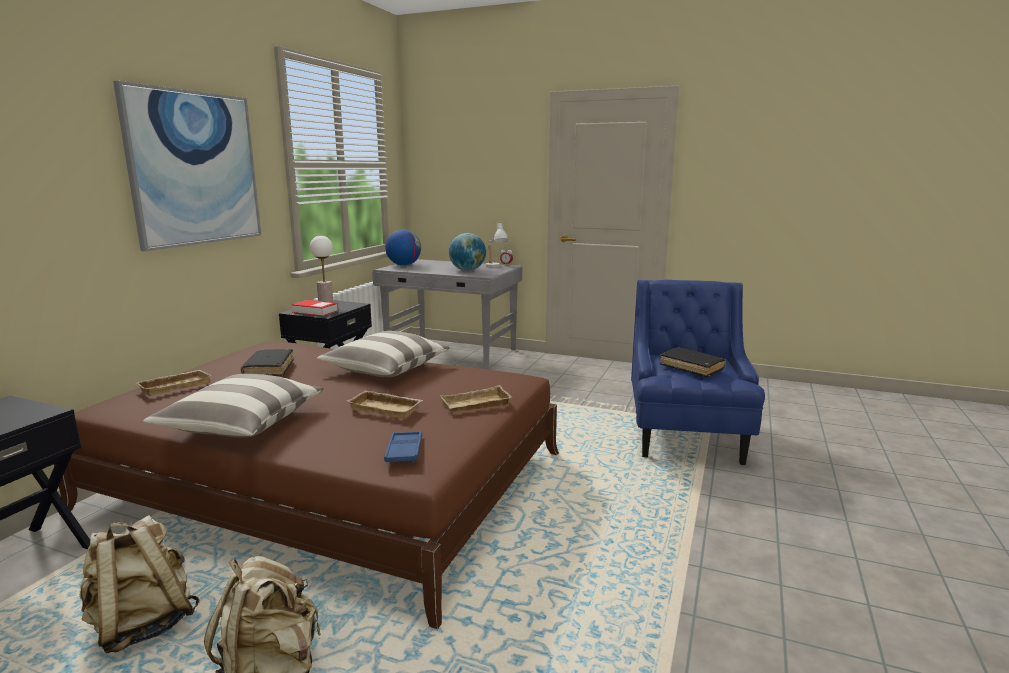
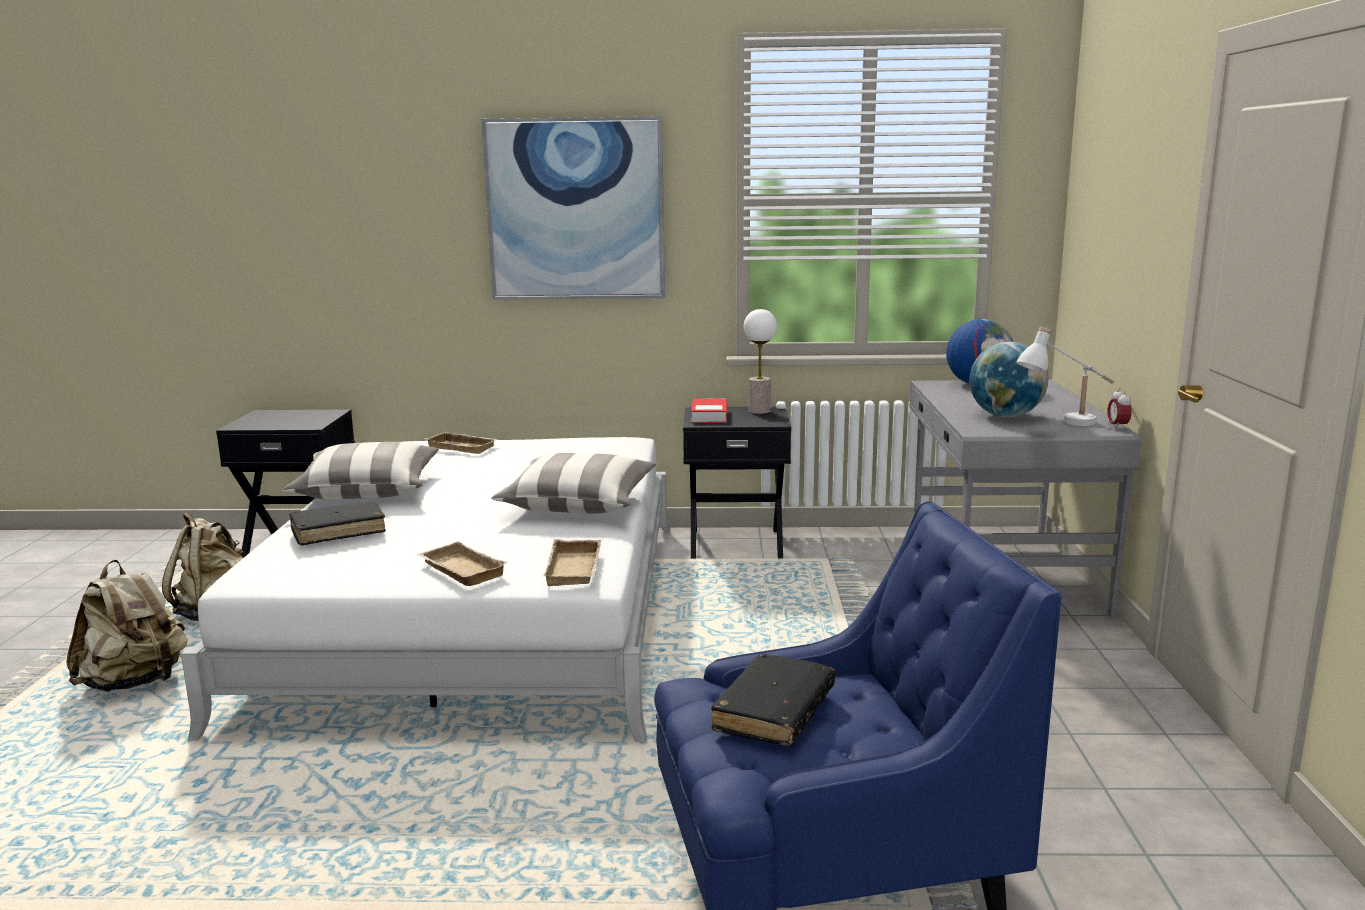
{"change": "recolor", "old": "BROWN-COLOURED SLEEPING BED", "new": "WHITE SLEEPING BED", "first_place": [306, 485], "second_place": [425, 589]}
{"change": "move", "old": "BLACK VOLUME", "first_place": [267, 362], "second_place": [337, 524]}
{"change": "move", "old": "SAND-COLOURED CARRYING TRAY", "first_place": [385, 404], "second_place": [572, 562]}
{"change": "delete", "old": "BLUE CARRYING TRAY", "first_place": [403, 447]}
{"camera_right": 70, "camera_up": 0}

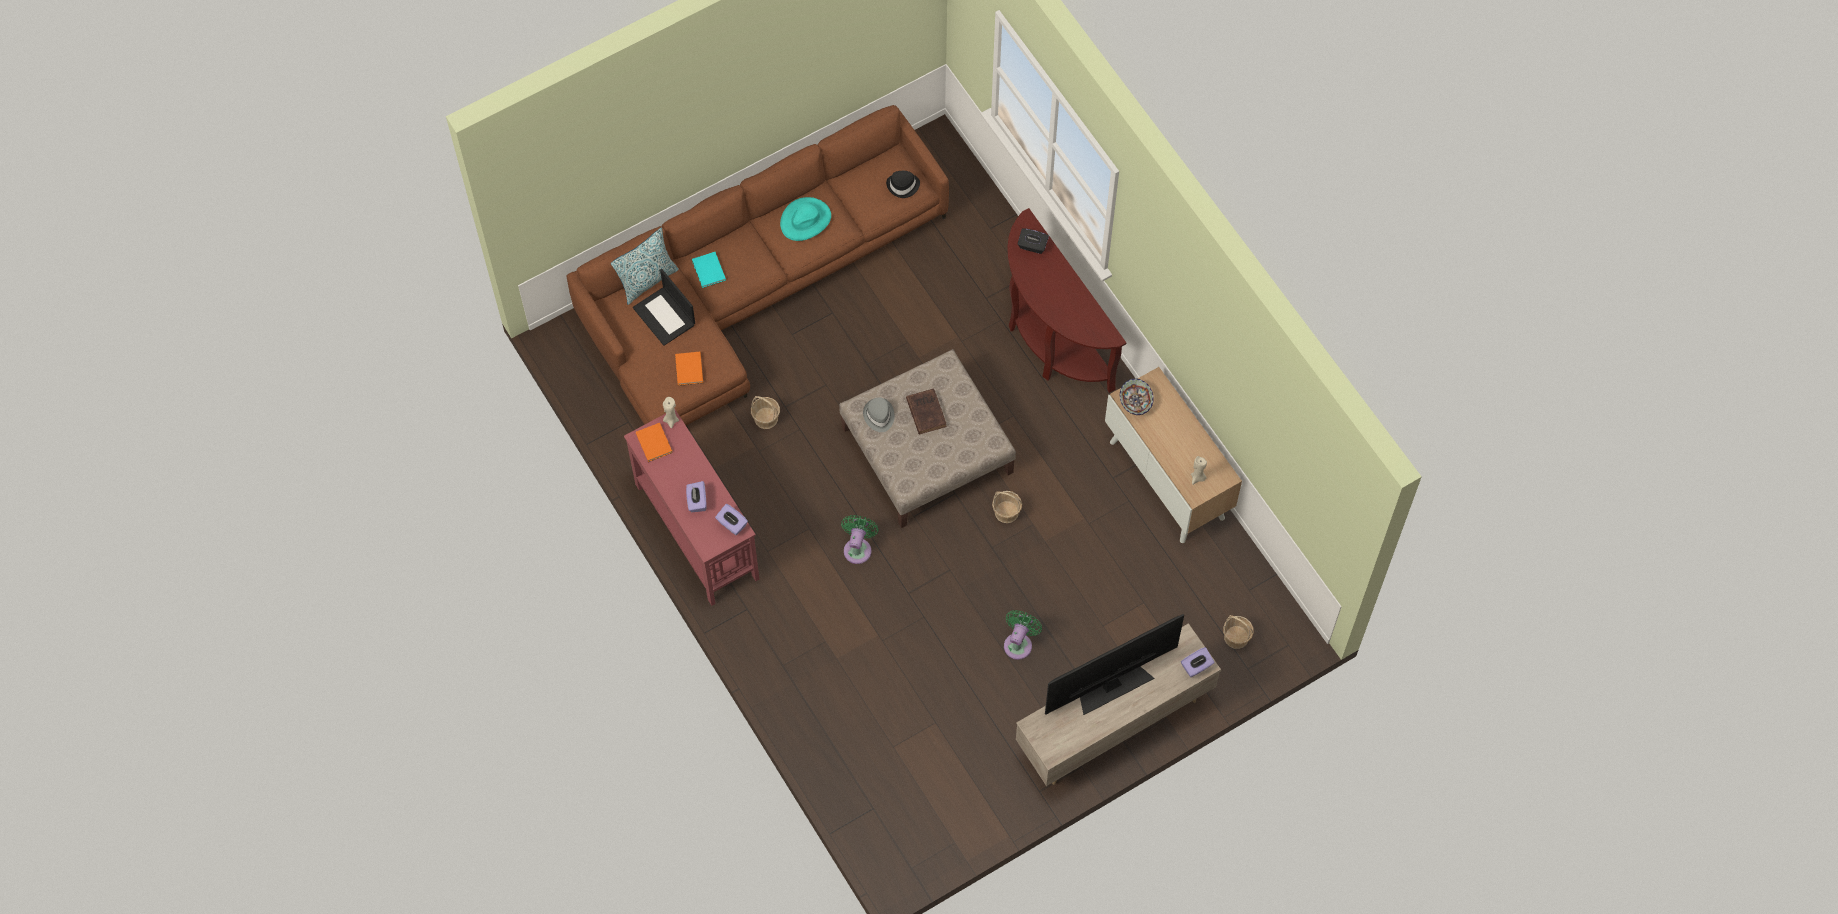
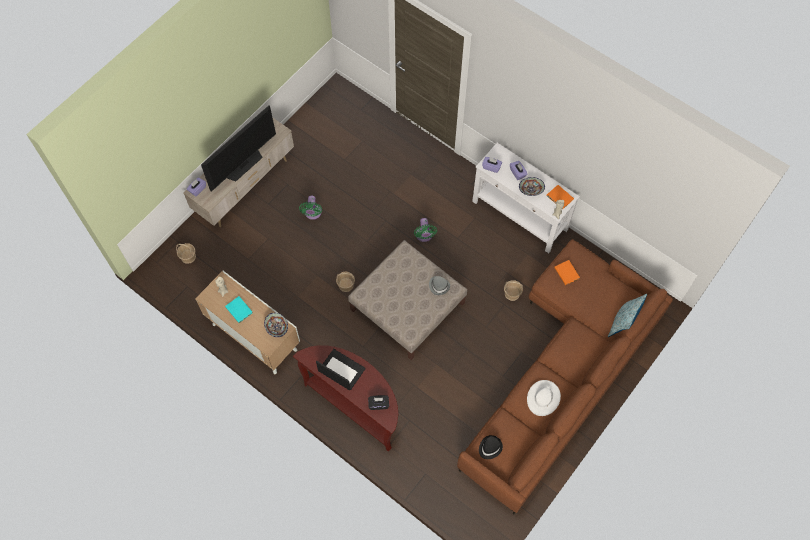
{"change": "recolor", "old": "TURQUOISE-COLOURED WEARABLE HAT", "new": "WHITE WEARABLE HAT", "first_place": [805, 219], "second_place": [544, 398]}
{"change": "move", "old": "TURQUOISE-COLOURED VOLUME", "first_place": [709, 270], "second_place": [239, 309]}
{"change": "move", "old": "PORTABLE COMPUTER", "first_place": [664, 307], "second_place": [341, 369]}
{"change": "delete", "old": "BROWN-COLOURED VOLUME", "first_place": [926, 412]}
{"change": "recolor", "old": "RED-COLOURED HALL TABLE", "new": "WHITE HALL TABLE", "first_place": [691, 508], "second_place": [526, 198]}
{"change": "insert", "new": "BOWL", "second_place": [532, 186]}
{"camera_right": 160, "camera_up": 0}

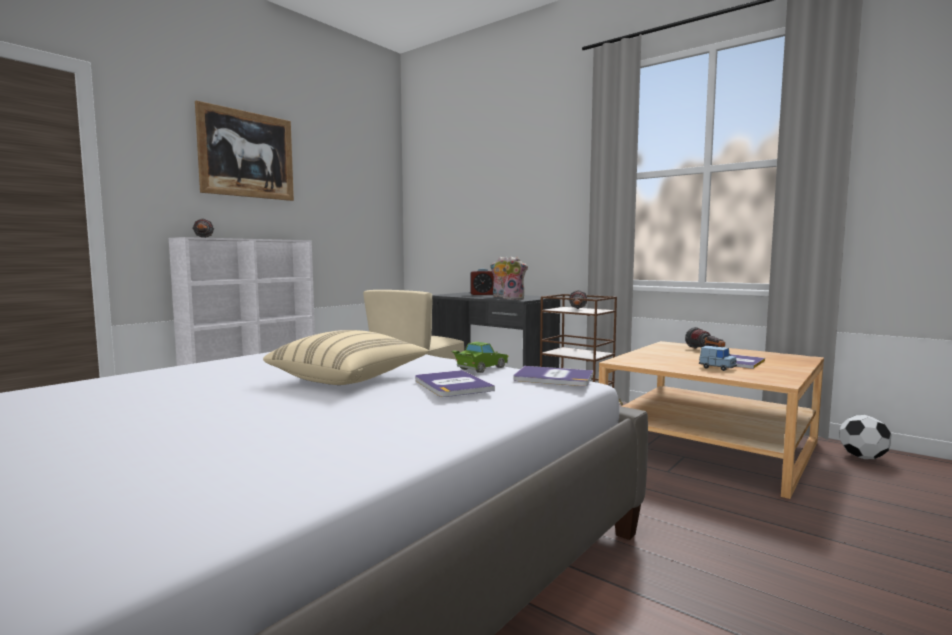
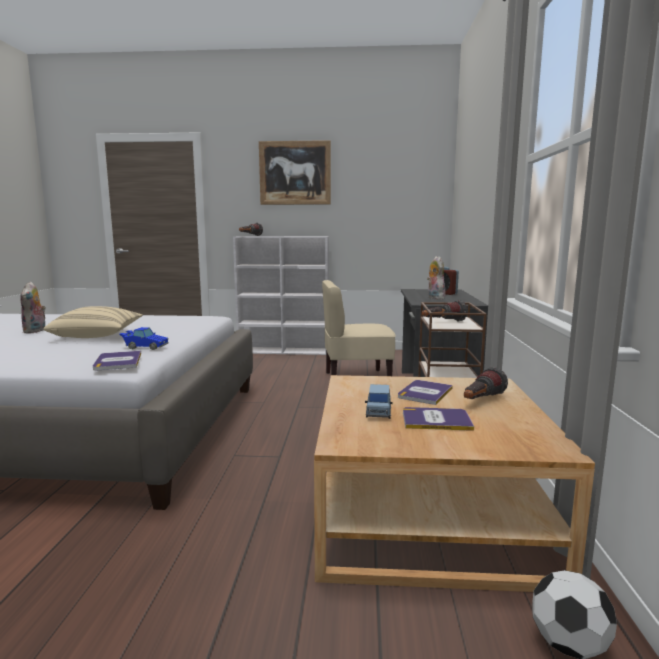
{"change": "move", "old": "CUDDLY TOY", "first_place": [515, 278], "second_place": [33, 307]}
{"change": "recolor", "old": "GREENISH MODEL CAR", "new": "BLUE MODEL CAR", "first_place": [480, 357], "second_place": [144, 338]}
{"change": "move", "old": "VOLUME", "first_place": [455, 383], "second_place": [425, 392]}
{"camera_right": 55, "camera_up": 5}

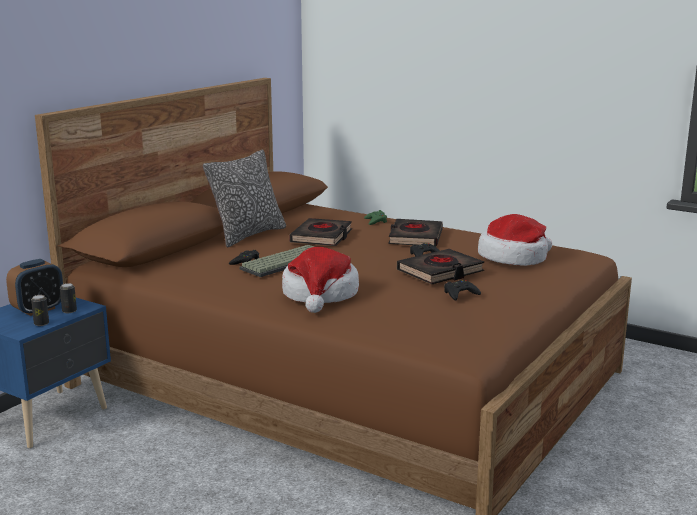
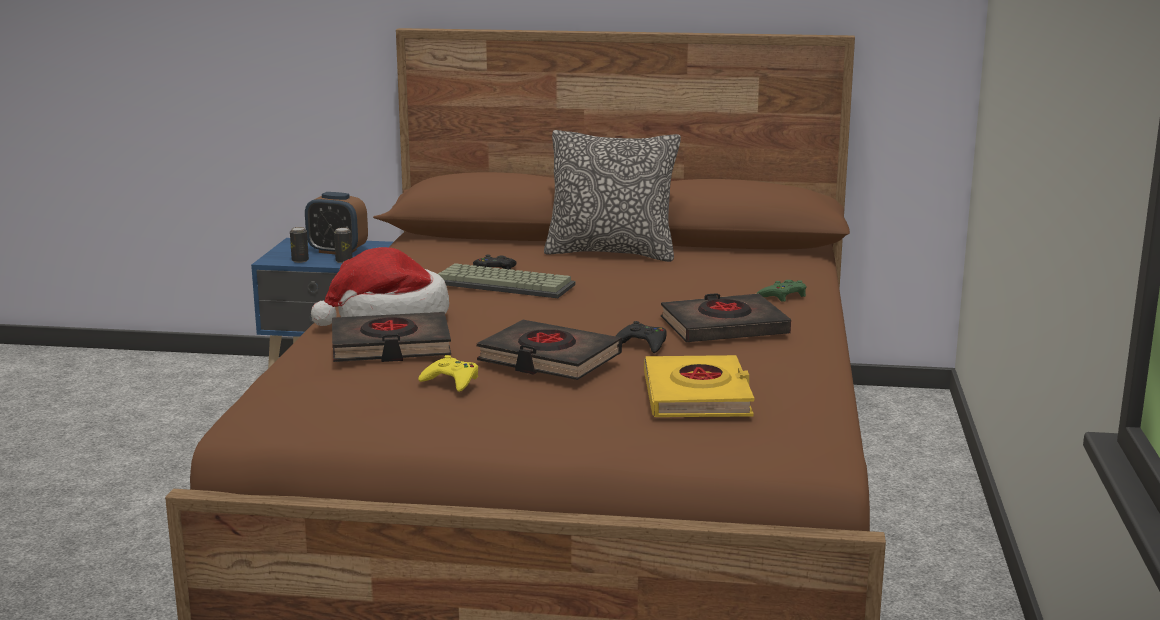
{"change": "replace", "old": "WEARABLE HAT", "new": "YELLOW VOLUME", "first_place": [515, 240], "second_place": [699, 386]}
{"change": "move", "old": "BLACK VOLUME", "first_place": [320, 232], "second_place": [391, 337]}
{"change": "recolor", "old": "BLACK JOYPAD", "new": "YELLOW JOYPAD", "first_place": [462, 290], "second_place": [448, 373]}
{"camera_right": 65, "camera_up": 0}

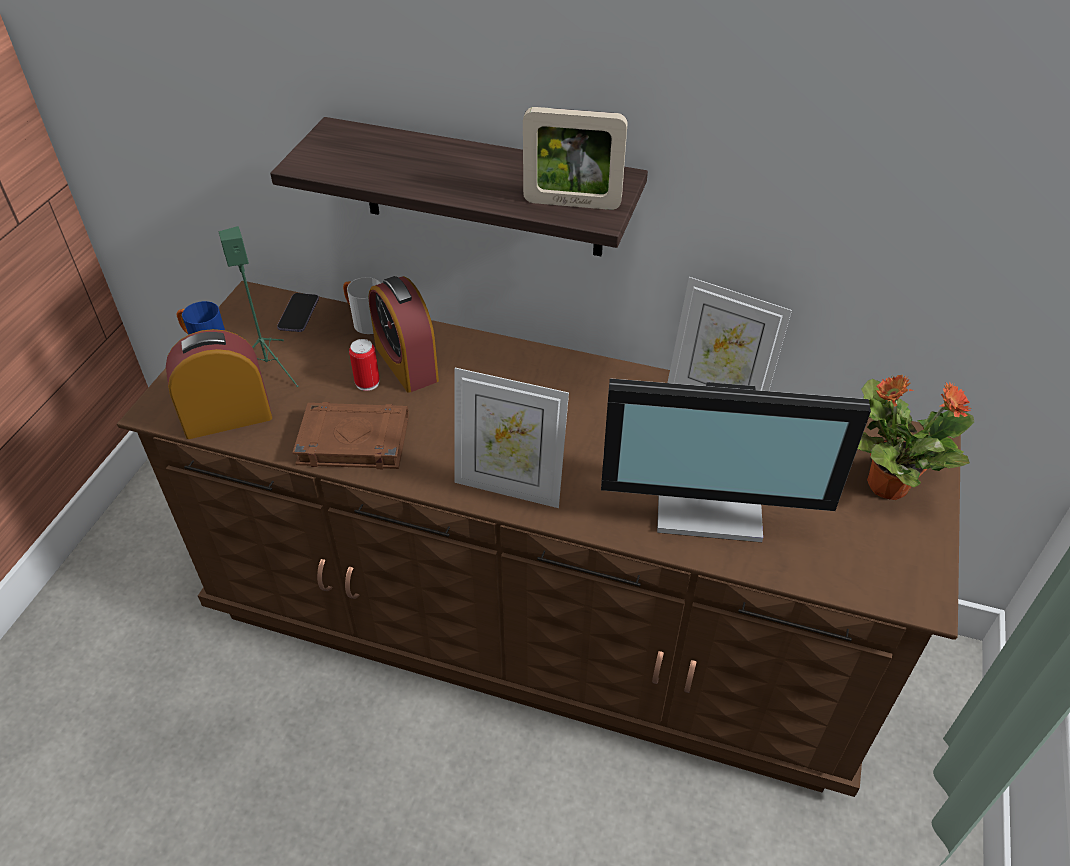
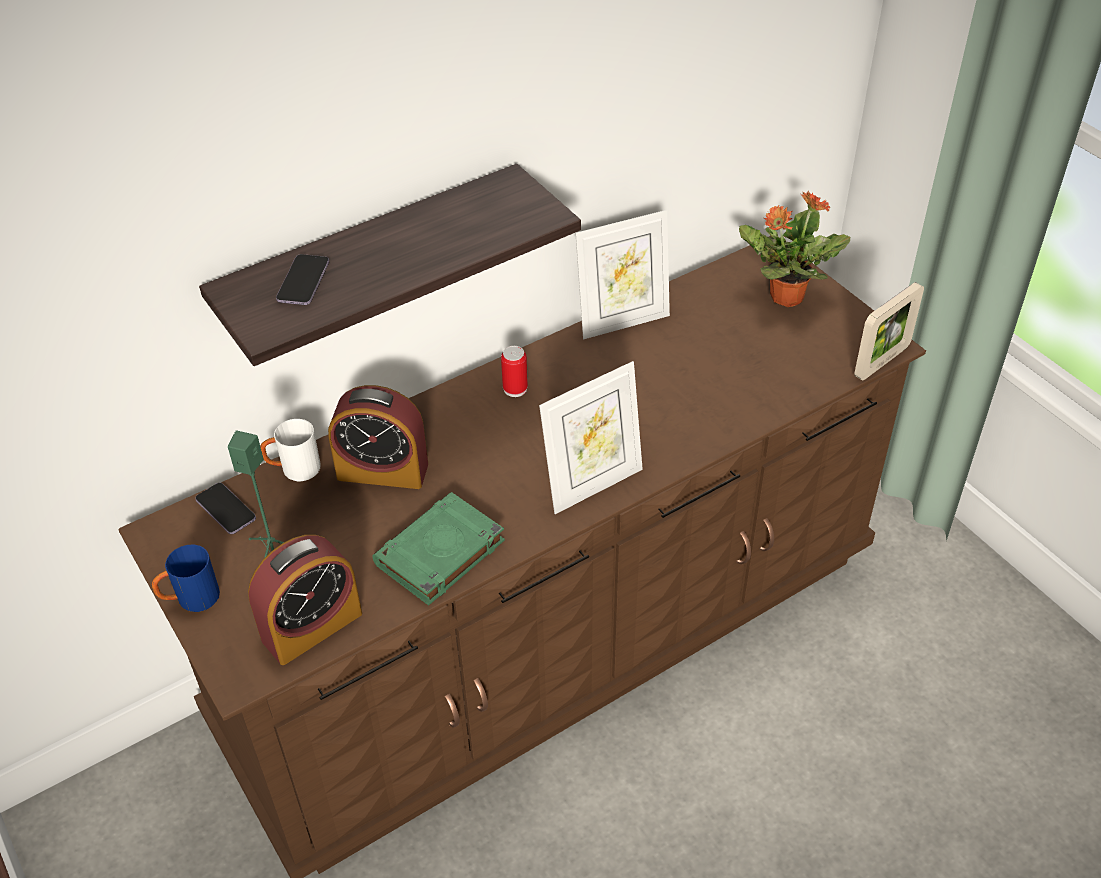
{"change": "move", "old": "PHOTO FRAME", "first_place": [575, 158], "second_place": [889, 331]}
{"change": "rotate", "old": "BEDSIDE CLOCK", "first_place": [219, 384], "second_place": [305, 600], "degrees": -150}
{"change": "move", "old": "CAN", "first_place": [364, 365], "second_place": [514, 371]}
{"change": "delete", "old": "COMPUTER SCREEN", "first_place": [736, 460]}
{"change": "recolor", "old": "BROWN-COLOURED VOLUME", "new": "GREENISH VOLUME", "first_place": [351, 435], "second_place": [438, 549]}
{"change": "insert", "new": "PHONE", "second_place": [302, 279]}
{"camera_right": -50, "camera_up": 0}

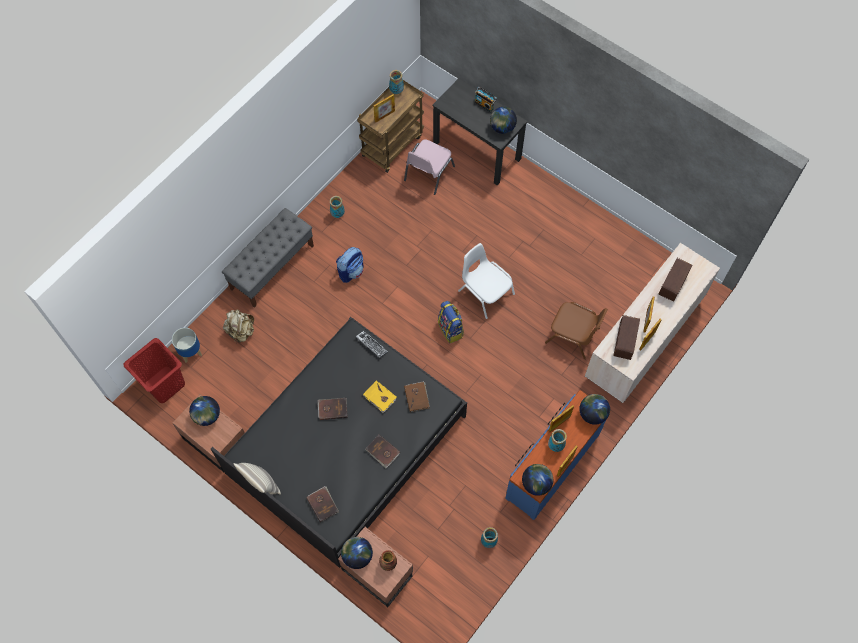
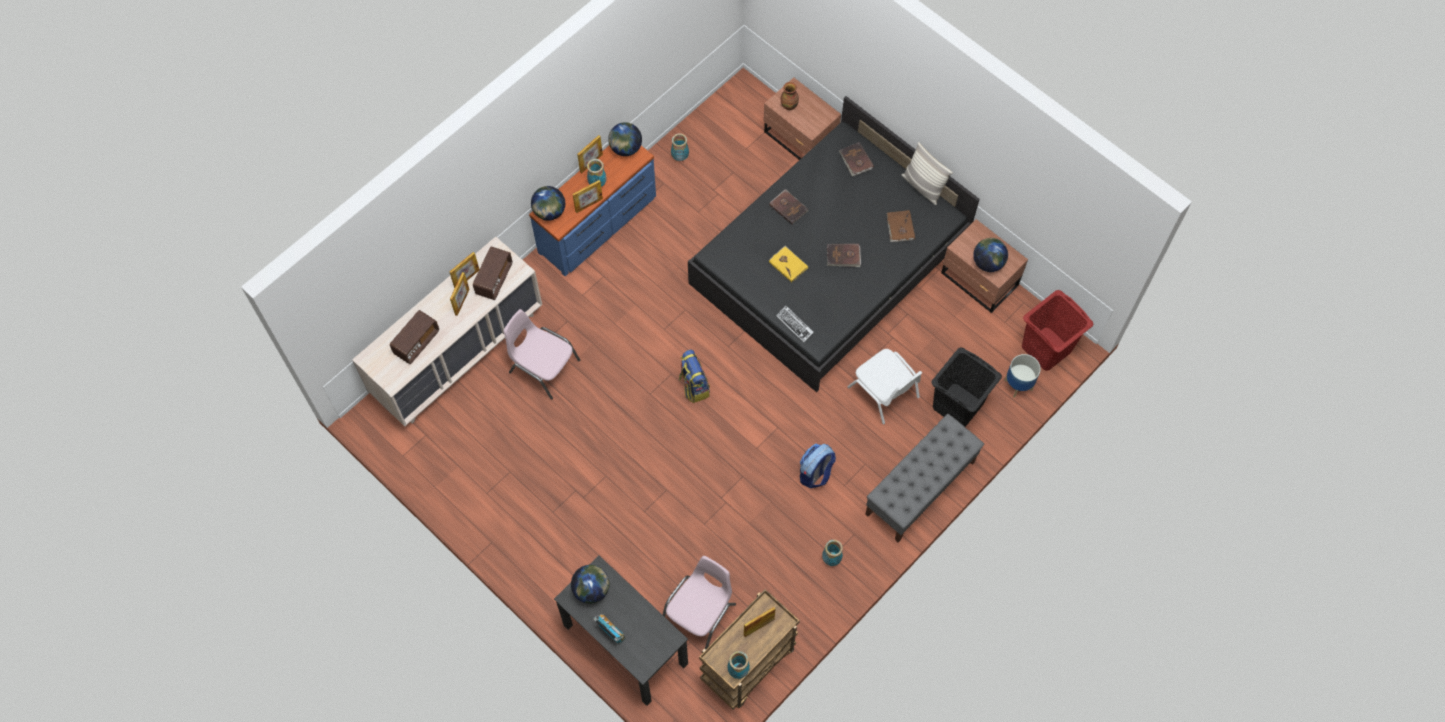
{"change": "move", "old": "WHITE CHAIR", "first_place": [486, 281], "second_place": [884, 386]}
{"change": "recolor", "old": "BROWN-COLOURED CHAIR", "new": "PINKISH CHAIR", "first_place": [576, 330], "second_place": [541, 354]}
{"change": "replace", "old": "SAND-COLOURED KNAPSACK", "new": "BLACK HAMPER", "first_place": [238, 326], "second_place": [966, 387]}
{"change": "move", "old": "BROWN-COLOURED VOLUME", "first_place": [417, 396], "second_place": [901, 226]}
{"change": "delete", "old": "DESK GLOBE", "first_place": [357, 553]}
{"camera_right": -175, "camera_up": 0}

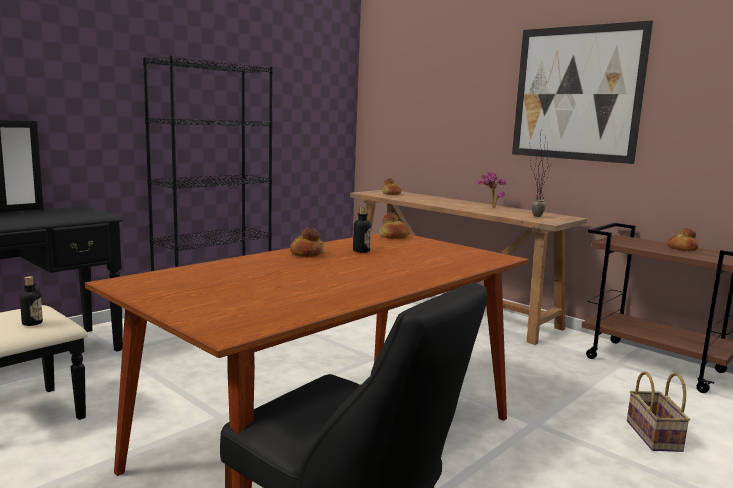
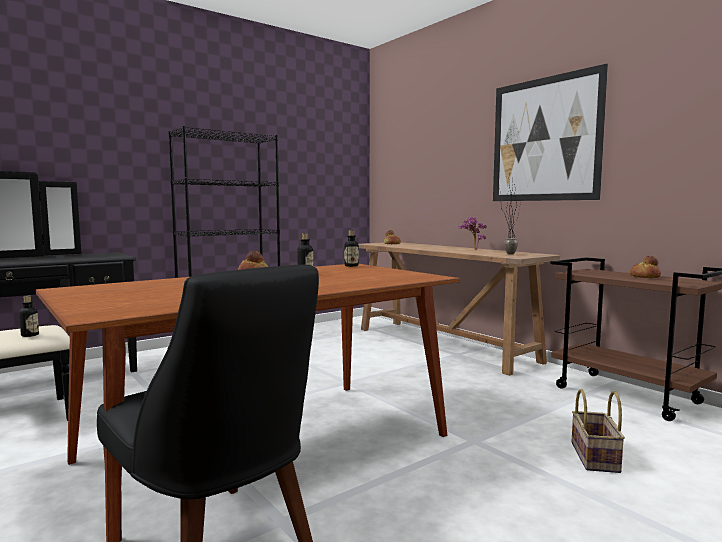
{"change": "replace", "old": "BREAD", "new": "DRINK BOTTLE", "first_place": [394, 226], "second_place": [351, 248]}
{"camera_right": 10, "camera_up": -5}

